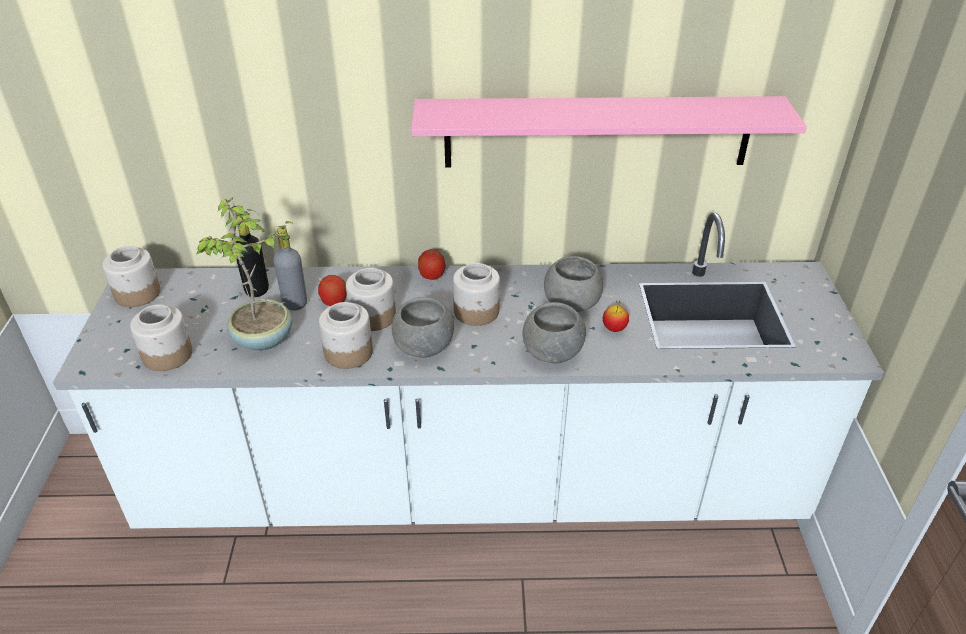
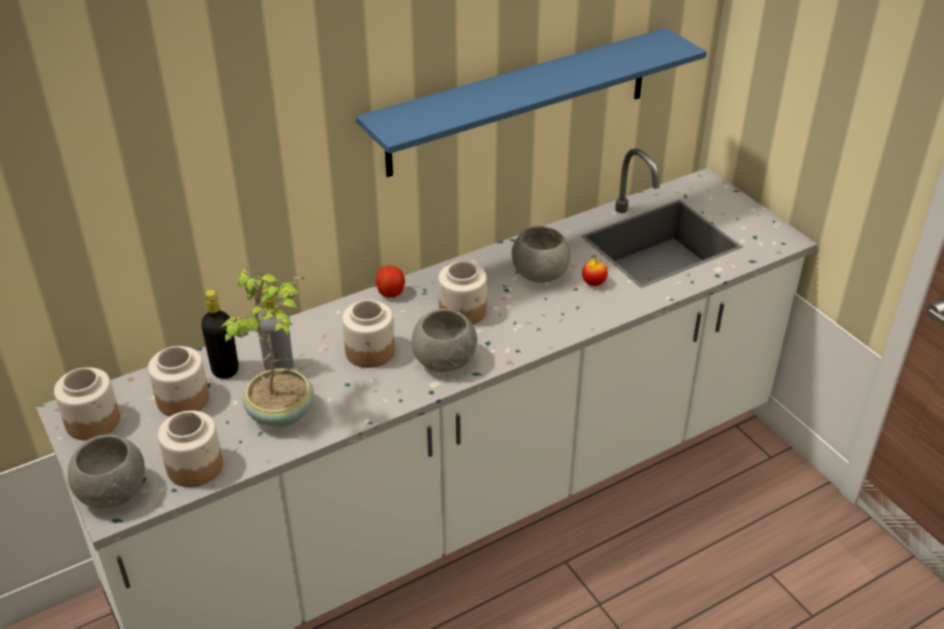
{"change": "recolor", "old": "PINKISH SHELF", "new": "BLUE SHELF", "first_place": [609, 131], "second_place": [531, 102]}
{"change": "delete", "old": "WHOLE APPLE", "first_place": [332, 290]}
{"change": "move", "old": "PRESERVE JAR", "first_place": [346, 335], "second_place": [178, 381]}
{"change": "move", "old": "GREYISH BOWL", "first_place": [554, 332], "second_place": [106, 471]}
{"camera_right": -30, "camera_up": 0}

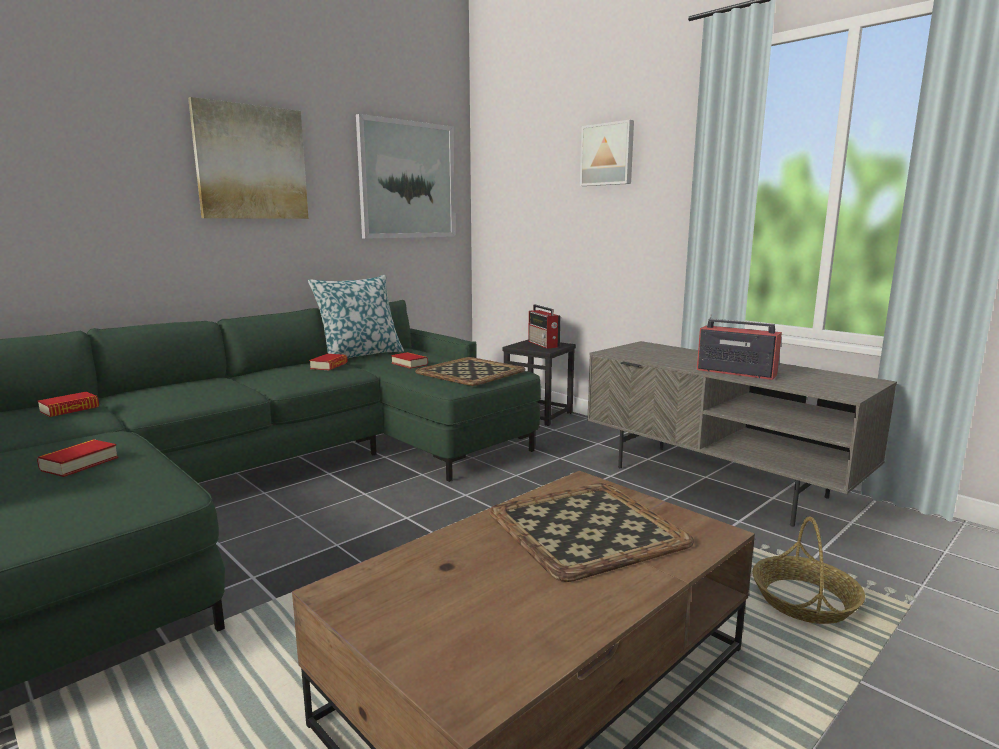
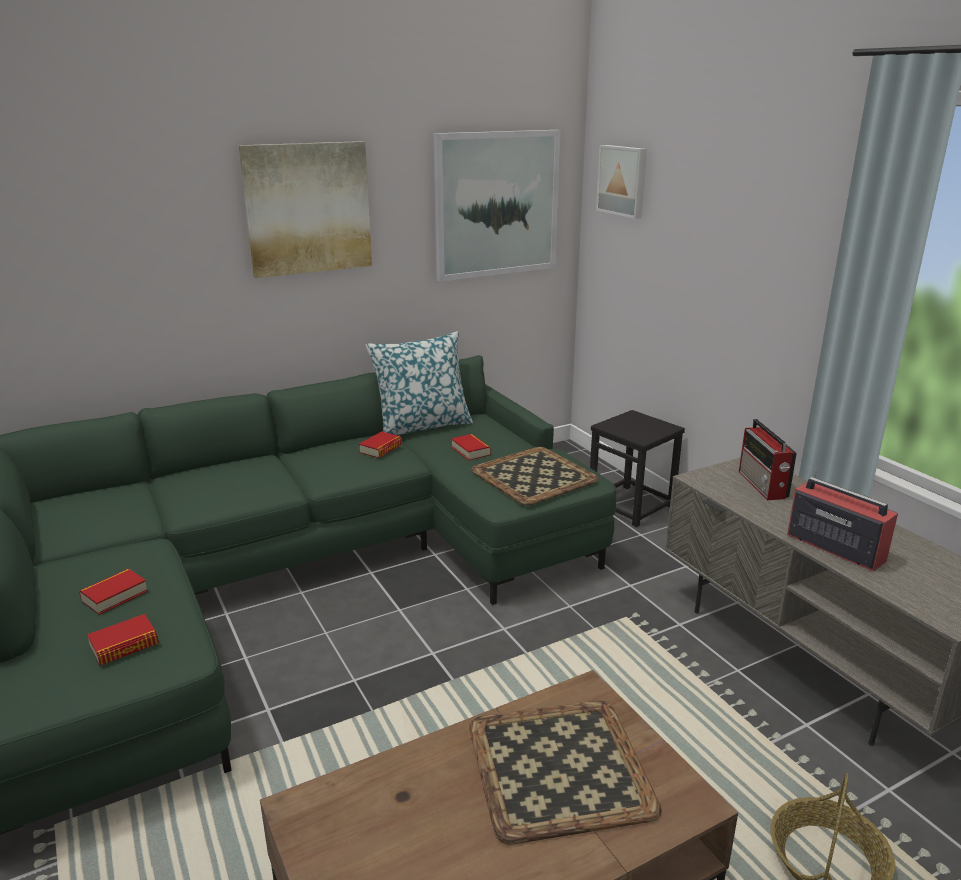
{"change": "move", "old": "WALL ART", "first_place": [607, 153], "second_place": [621, 182]}
{"change": "move", "old": "RADIO", "first_place": [544, 327], "second_place": [768, 459]}
{"change": "move", "old": "VOLUME", "first_place": [68, 404], "second_place": [123, 640]}
{"camera_right": 15, "camera_up": 10}

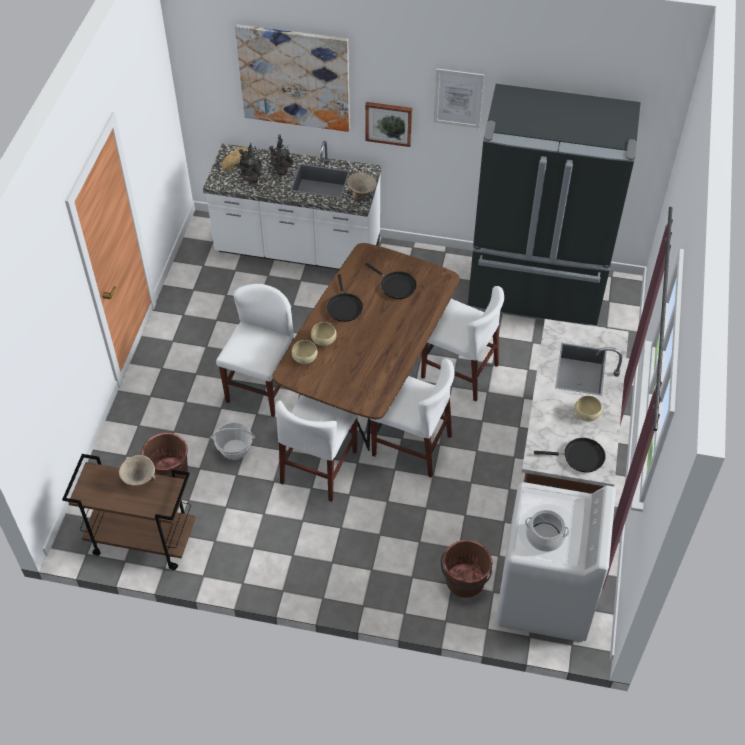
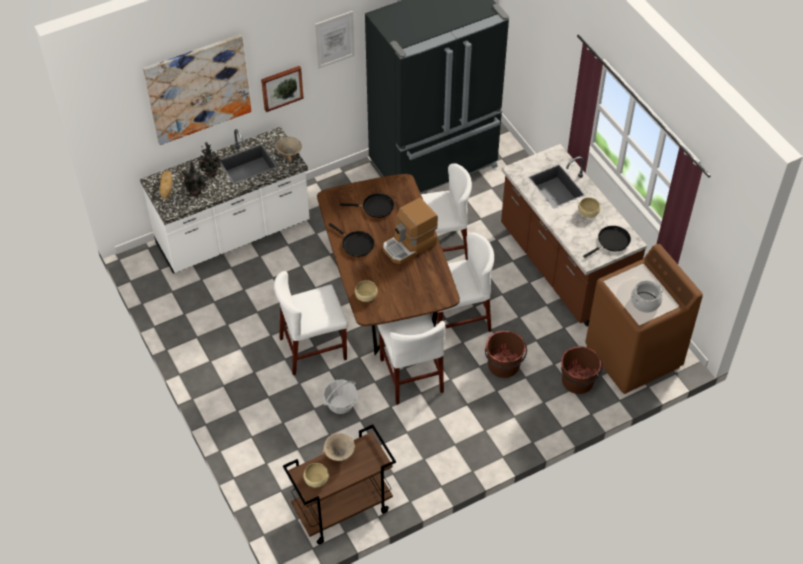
{"change": "rotate", "old": "WHITE CHAIR", "first_place": [255, 350], "second_place": [311, 323], "degrees": -90}
{"change": "move", "old": "SAND-COLOURED BOWL", "first_place": [324, 334], "second_place": [316, 475]}
{"change": "move", "old": "BROWN-COLOURED PAIL", "first_place": [164, 456], "second_place": [506, 354]}
{"change": "recolor", "old": "WHITE LAUNDRY MACHINE", "new": "BROWN-COLOURED LAUNDRY MACHINE", "first_place": [556, 562], "second_place": [644, 319]}
{"change": "insert", "new": "COFFEE MAKER", "second_place": [410, 231]}
{"camera_right": -40, "camera_up": 0}

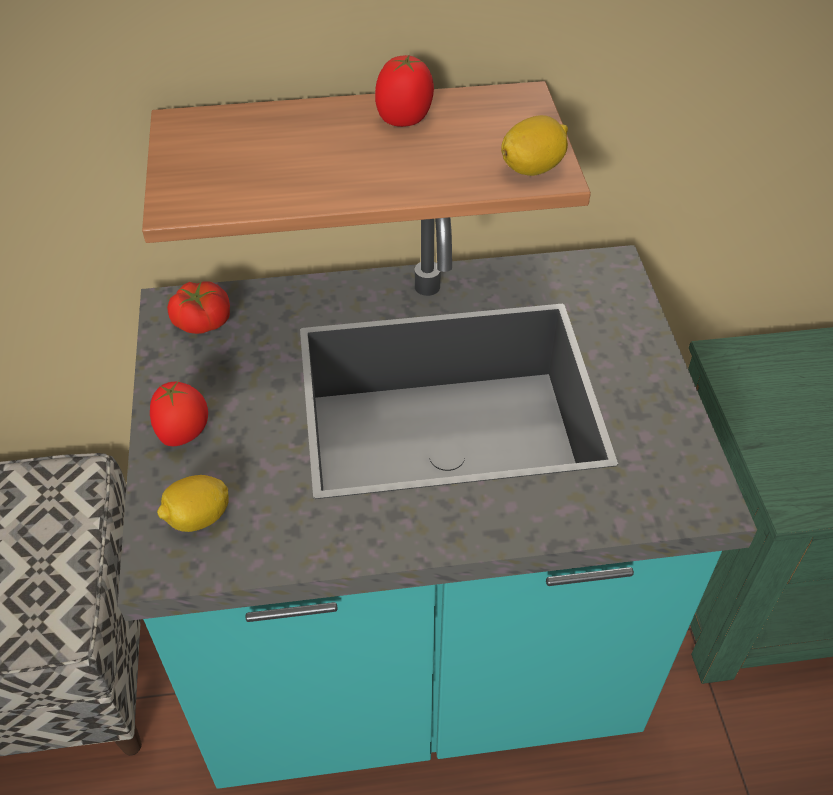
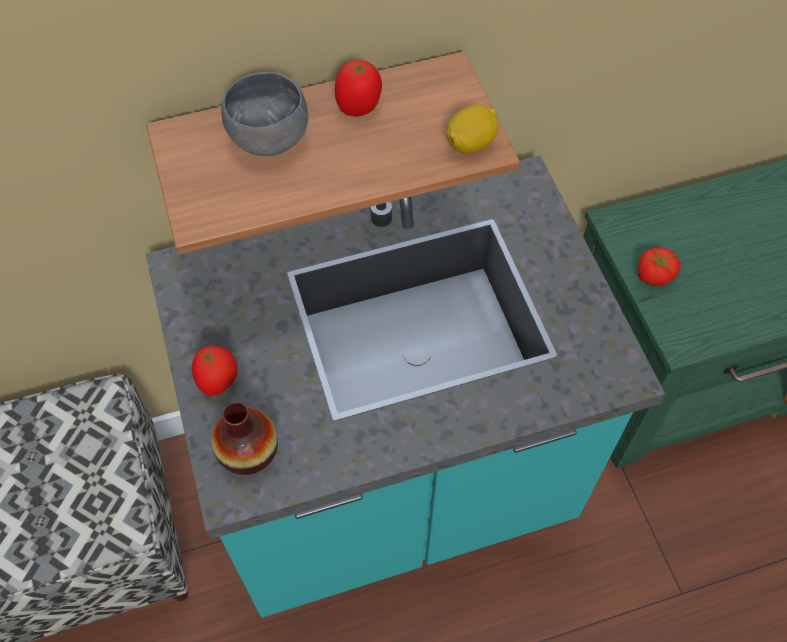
{"change": "move", "old": "FRESH TOMATO", "first_place": [198, 307], "second_place": [659, 266]}
{"change": "replace", "old": "CITRUS FRUIT", "new": "FLOWER VASE", "first_place": [193, 503], "second_place": [244, 438]}
{"change": "insert", "new": "GREYISH BOWL", "second_place": [265, 114]}
{"camera_right": -10, "camera_up": 10}

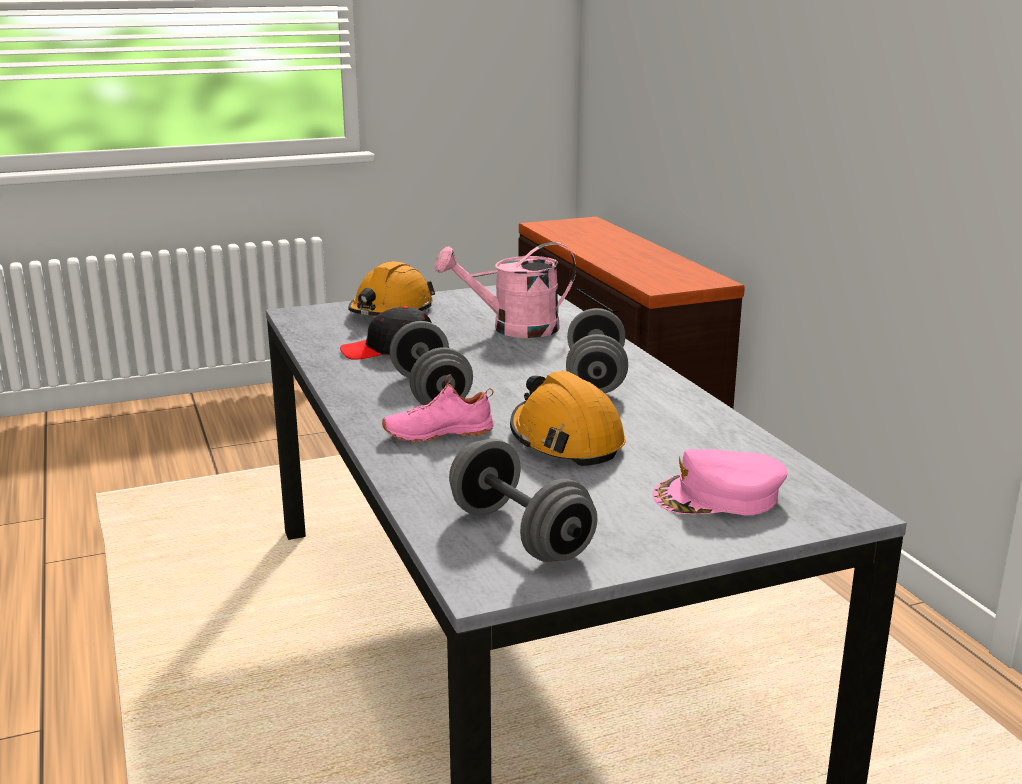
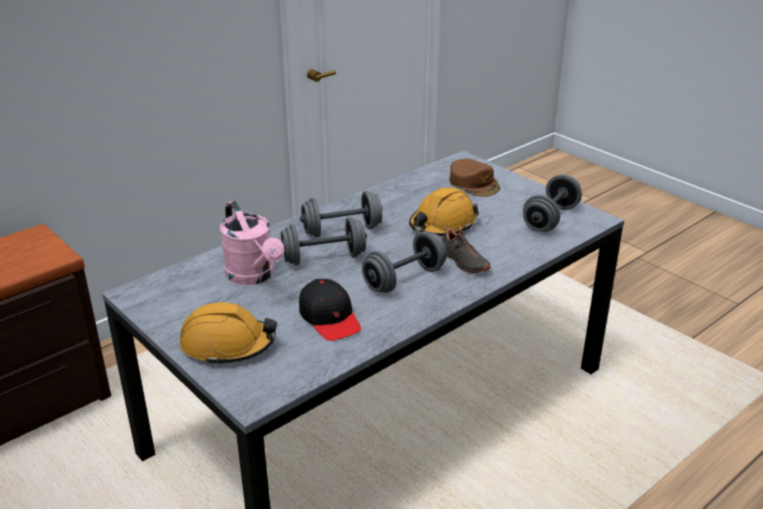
{"change": "recolor", "old": "PINKISH LOW SHOE", "new": "BLACK LOW SHOE", "first_place": [438, 408], "second_place": [467, 249]}
{"change": "recolor", "old": "PINKISH PEAKED CAP", "new": "BROWN-COLOURED PEAKED CAP", "first_place": [720, 482], "second_place": [475, 178]}
{"change": "insert", "new": "GREYISH FREE WEIGHT", "second_place": [324, 241]}
{"camera_right": -110, "camera_up": 10}

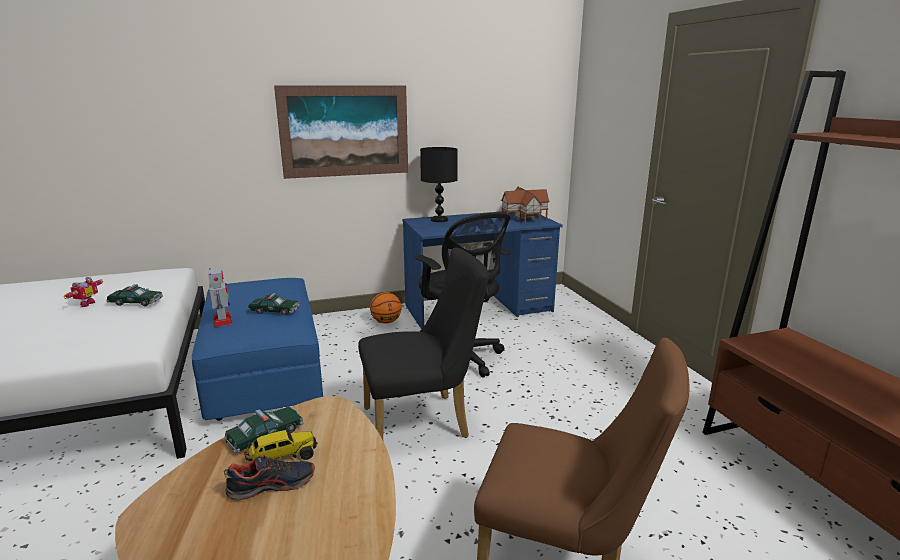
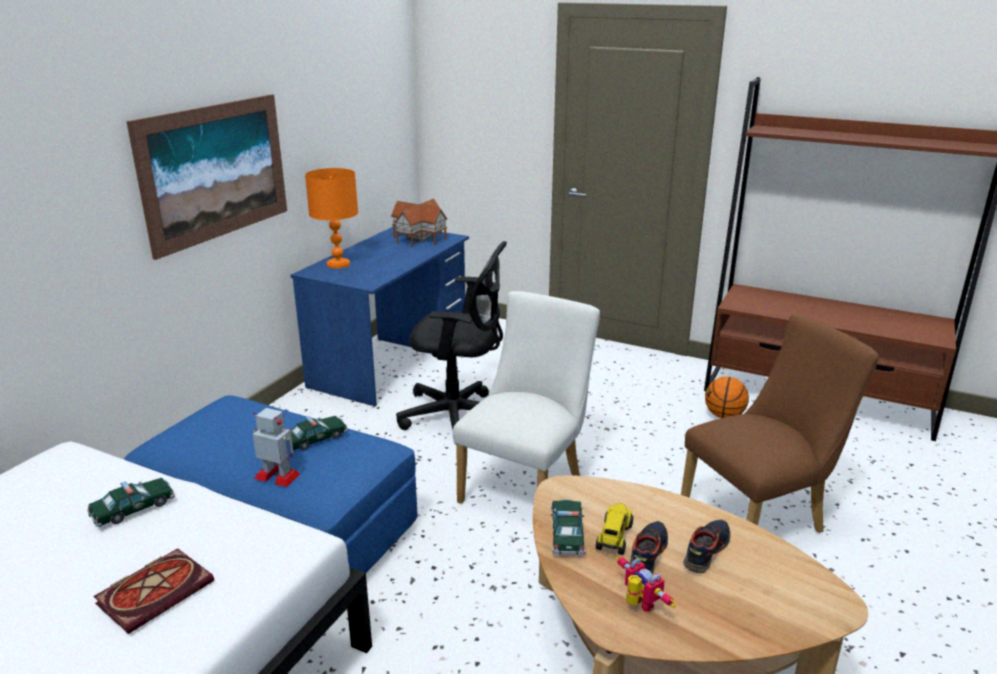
{"change": "recolor", "old": "BLACK TABLETOP LAMP", "new": "ORANGEY TABLETOP LAMP", "first_place": [438, 184], "second_place": [331, 218]}
{"change": "recolor", "old": "BLACK CHAIR", "new": "WHITE CHAIR", "first_place": [423, 343], "second_place": [526, 397]}
{"change": "move", "old": "TOY ROBOT", "first_place": [83, 292], "second_place": [645, 583]}
{"change": "move", "old": "BALL FOR BASKETBALL", "first_place": [386, 308], "second_place": [727, 397]}
{"change": "insert", "new": "LOW SHOE", "second_place": [707, 546]}
{"change": "insert", "new": "VOLUME", "second_place": [153, 591]}
{"camera_right": -45, "camera_up": 5}

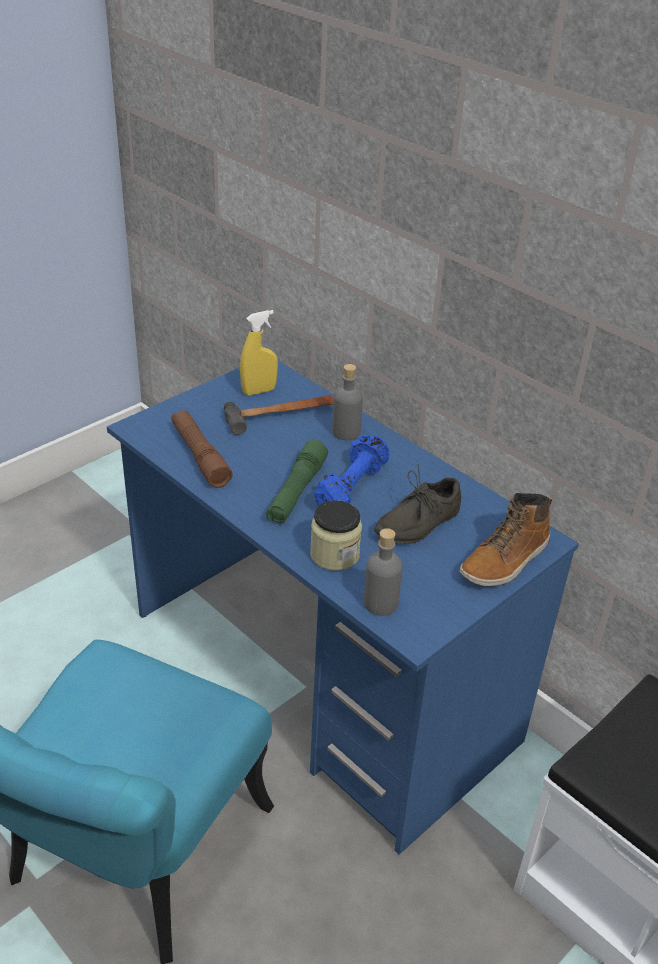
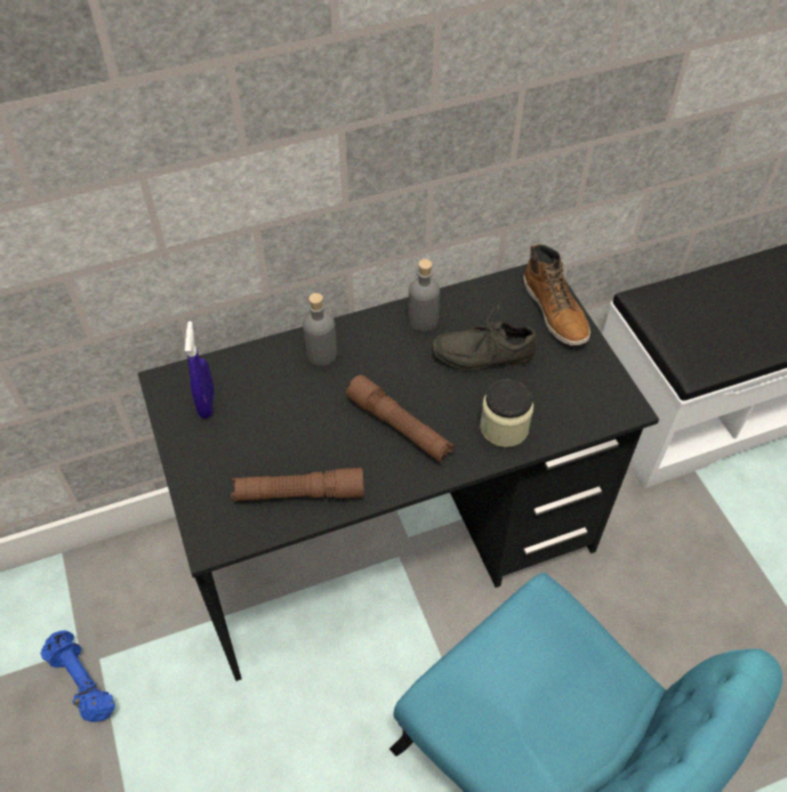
{"change": "recolor", "old": "YELLOW HAND SPRAYER", "new": "BLUE HAND SPRAYER", "first_place": [259, 352], "second_place": [199, 370]}
{"change": "recolor", "old": "BLUE DESK UNIT", "new": "BLACK DESK UNIT", "first_place": [343, 608], "second_place": [398, 472]}
{"change": "delete", "old": "HAMMER", "first_place": [279, 415]}
{"change": "move", "old": "BLUE FREE WEIGHT", "first_place": [351, 470], "second_place": [77, 676]}
{"change": "recolor", "old": "GREENISH HAND TORCH", "new": "BROWN-COLOURED HAND TORCH", "first_place": [297, 482], "second_place": [400, 419]}
{"change": "rotate", "old": "GREYISH LOW SHOE", "first_place": [417, 504], "second_place": [484, 336], "degrees": 105}
{"change": "move", "old": "GREYISH DRINK BOTTLE", "first_place": [383, 572], "second_place": [424, 295]}
{"camera_right": -65, "camera_up": 15}

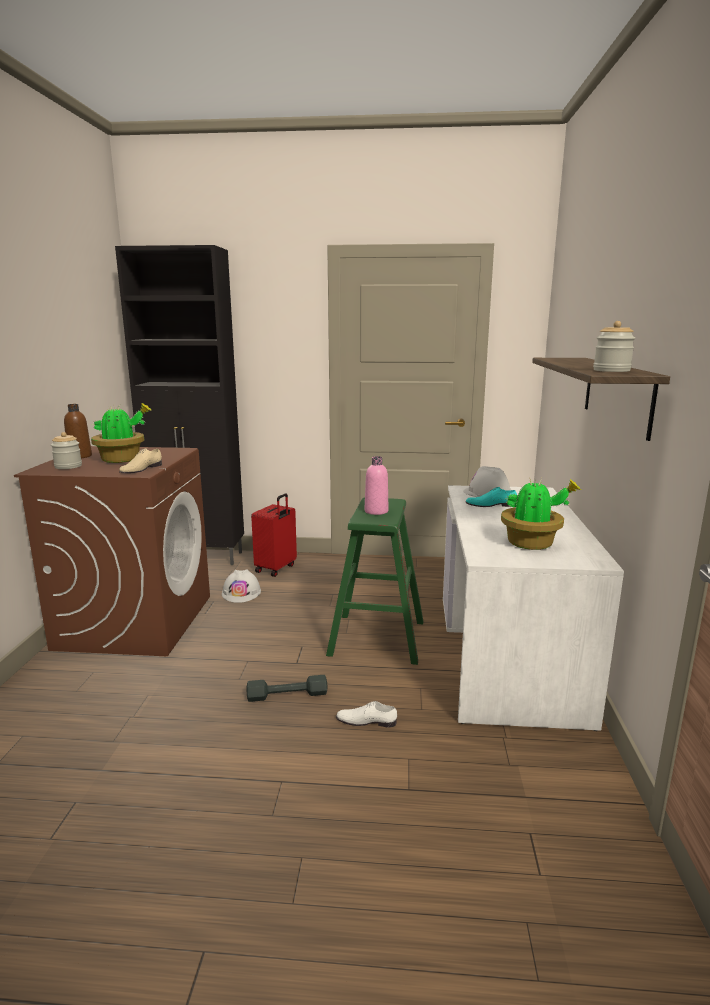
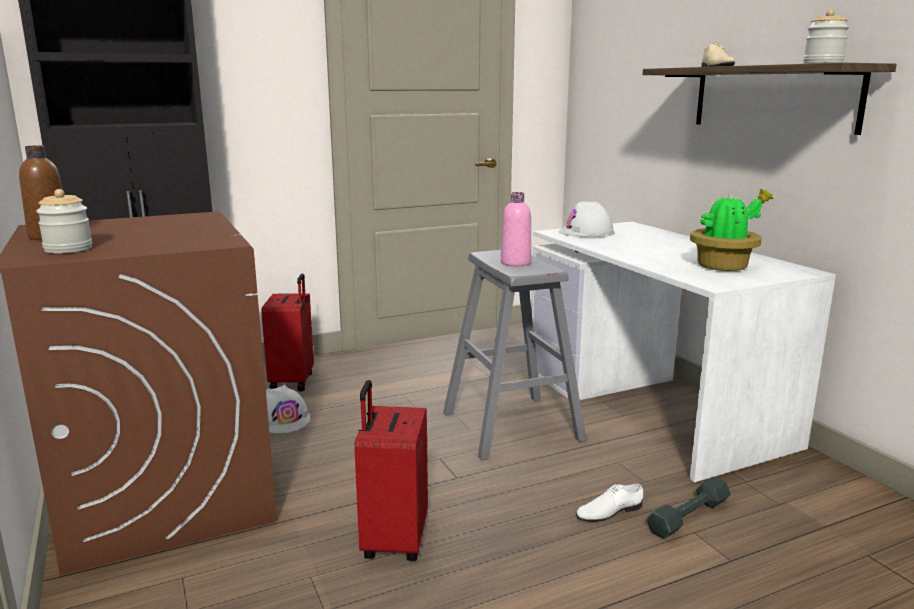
{"change": "delete", "old": "PLANT IN A POT", "first_place": [121, 433]}
{"change": "move", "old": "SAND-COLOURED LOW SHOE", "first_place": [140, 460], "second_place": [718, 54]}
{"change": "delete", "old": "TURQUOISE-COLOURED LOW SHOE", "first_place": [491, 497]}
{"change": "recolor", "old": "GREENISH SITTING STOOL", "new": "GREYISH SITTING STOOL", "first_place": [375, 581], "second_place": [514, 355]}
{"change": "move", "old": "GREYISH FREE WEIGHT", "first_place": [287, 688], "second_place": [689, 508]}
{"change": "insert", "new": "RED-COLOURED TRAVEL CASE", "second_place": [391, 470]}
{"camera_right": -30, "camera_up": 0}

